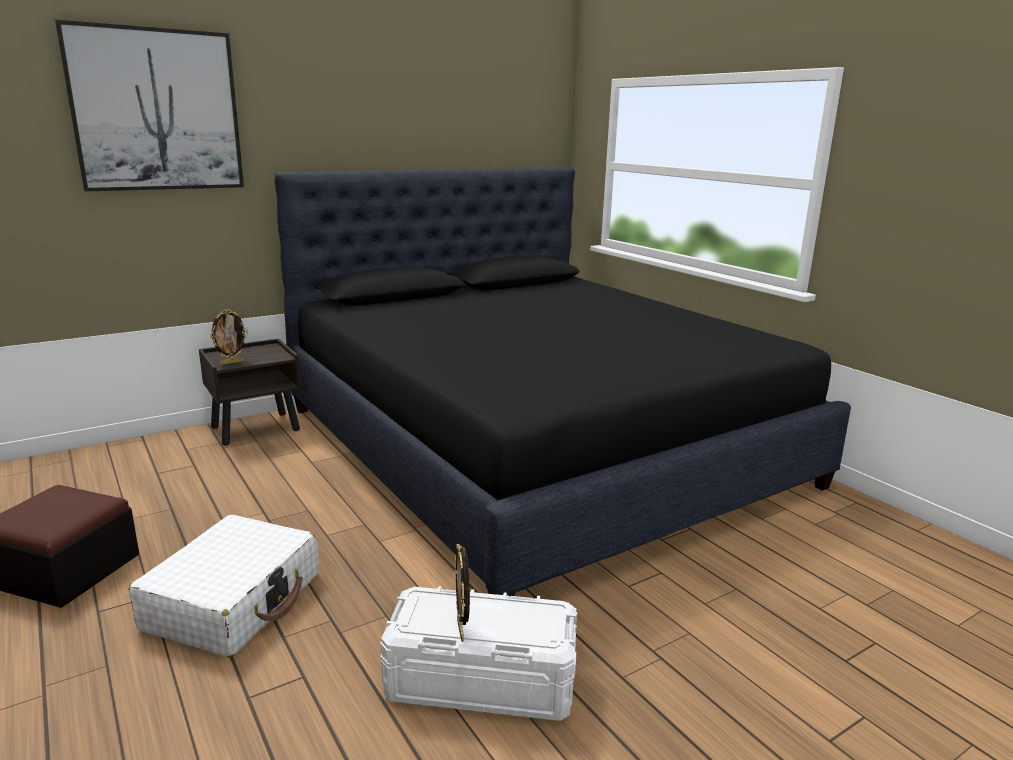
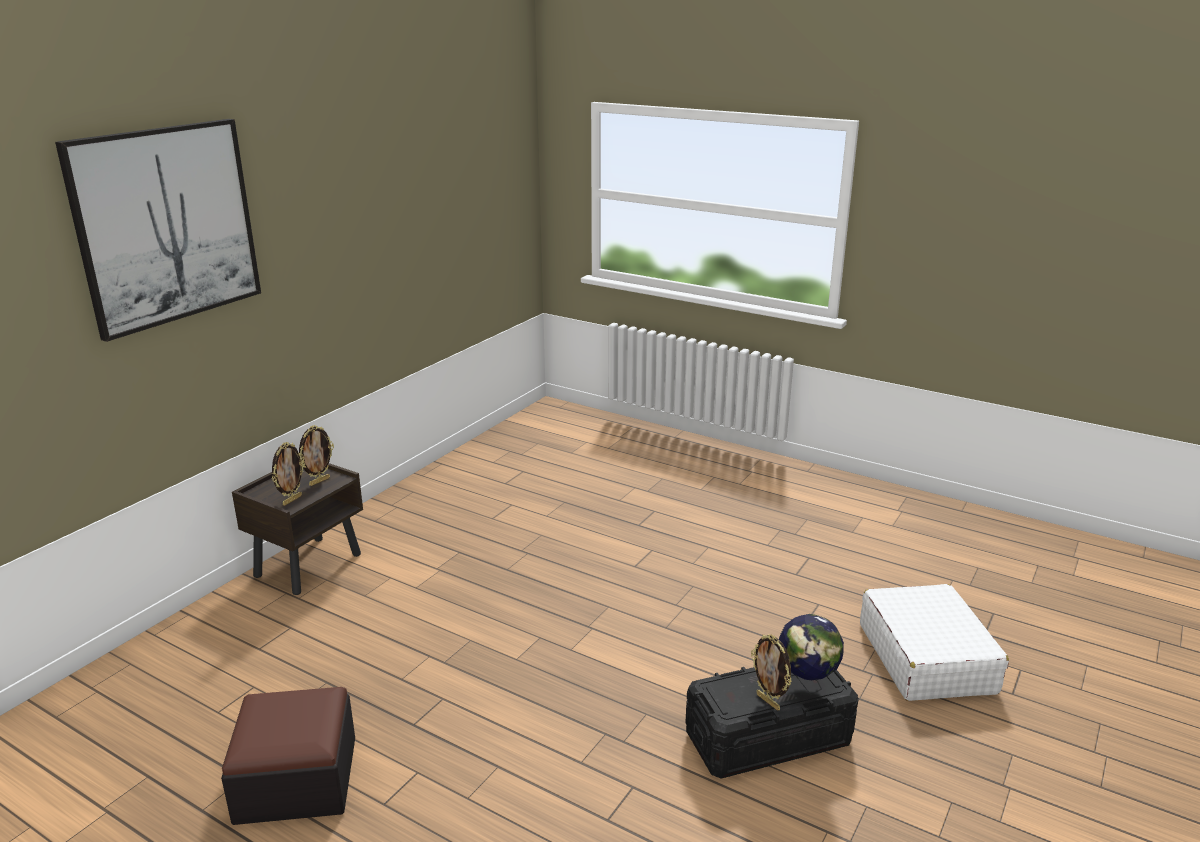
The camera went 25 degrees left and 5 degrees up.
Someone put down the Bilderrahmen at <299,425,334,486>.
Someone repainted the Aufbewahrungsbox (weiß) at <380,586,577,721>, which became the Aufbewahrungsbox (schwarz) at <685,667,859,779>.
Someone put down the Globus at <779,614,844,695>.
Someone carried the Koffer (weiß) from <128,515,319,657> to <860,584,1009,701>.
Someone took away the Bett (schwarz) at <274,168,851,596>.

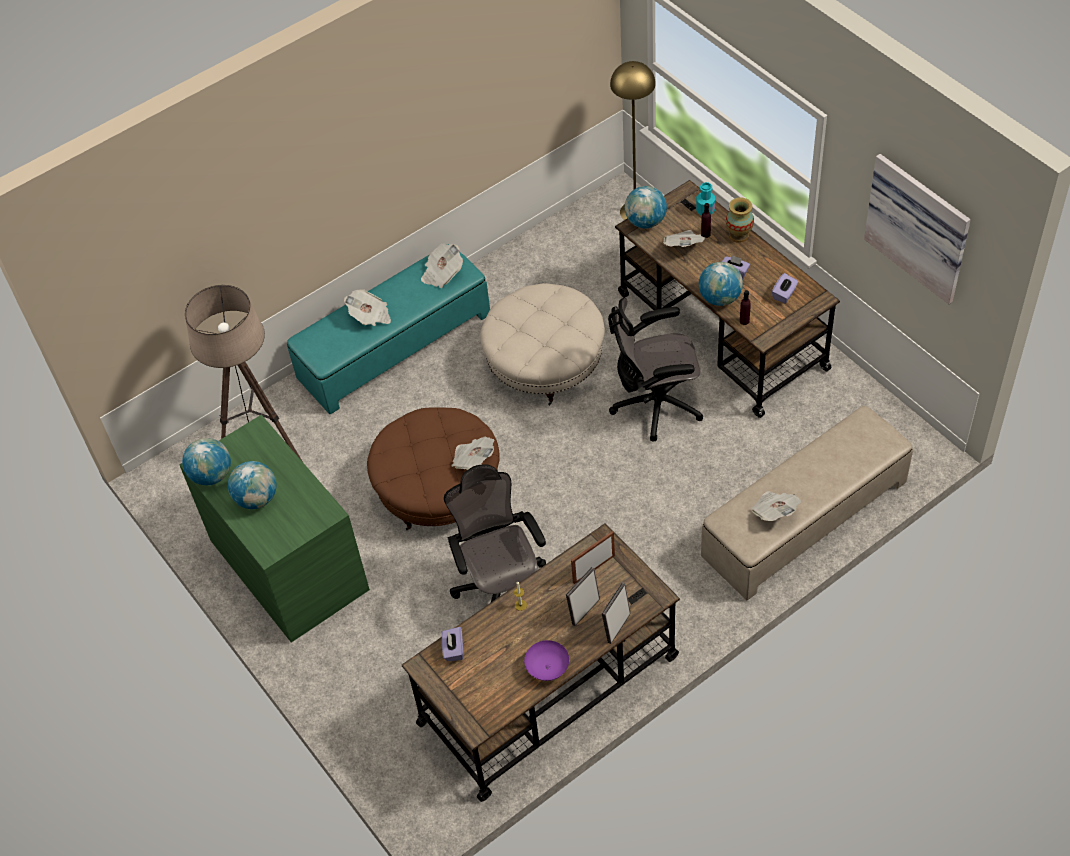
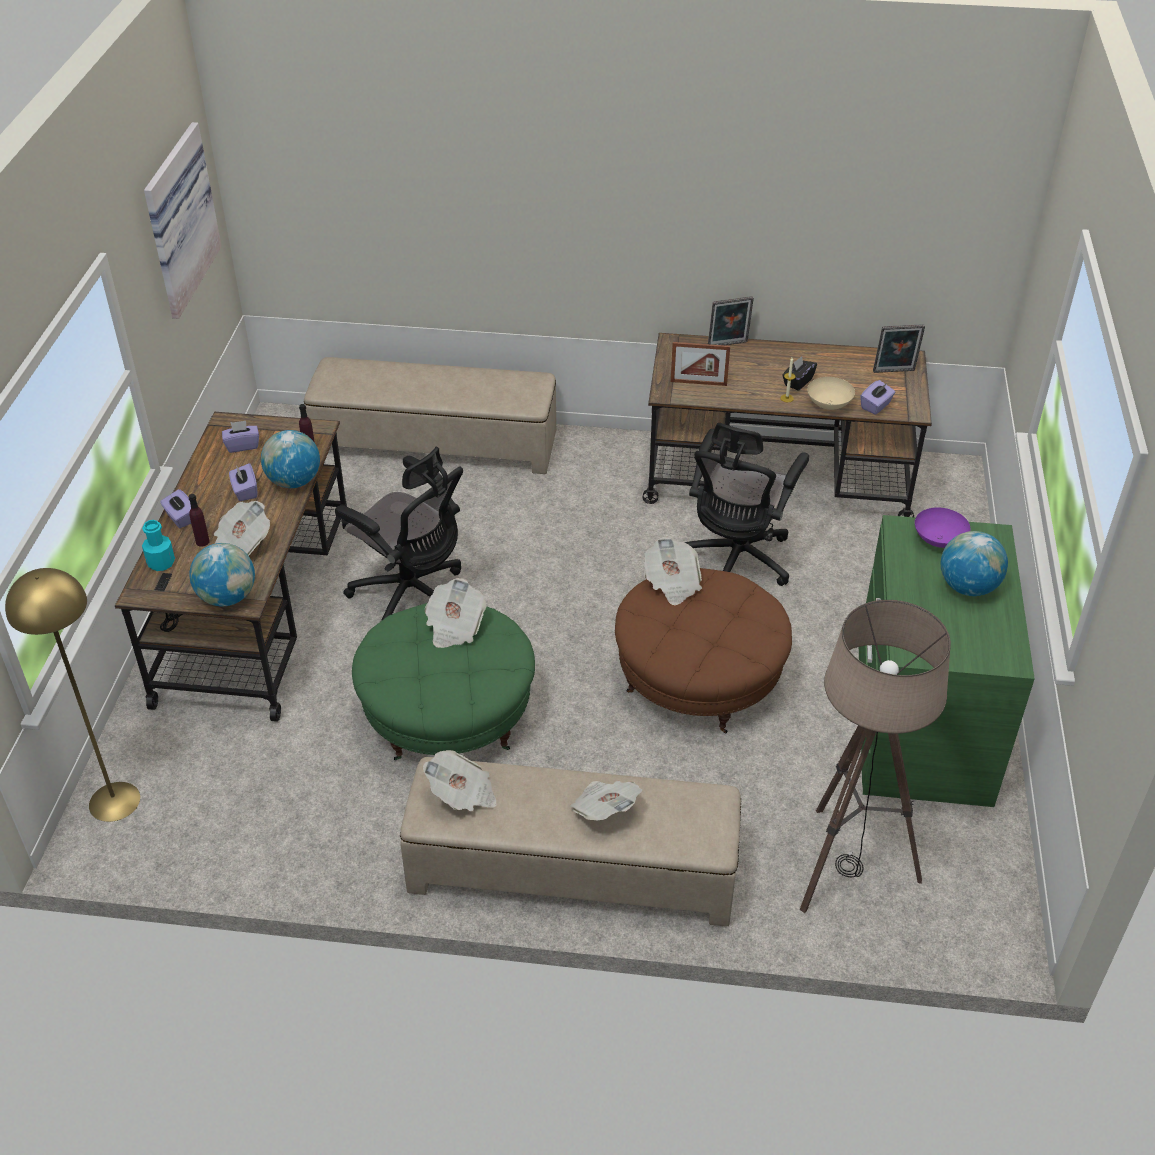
The camera went 140 degrees left and 10 degrees down.
Someone swapped the Vase at <726,197,754,243> for the Taschentuchbox (lila) at <160,489,191,528>.
Someone repainted the Polsterhocker (beige) at <480,283,605,406>, which became the Polsterhocker (grün) at <352,603,535,760>.
Someone repainted the Bank (türkis) at <287,244,490,414>, which became the Bank (beige) at <400,757,741,927>.
Someone carried the Zeitung from <750,491,801,521> to <425,578,486,648>.
Someone put down the Taschentuchbox (schwarz) at <782,356,817,391>.
Someone put down the Schüssel (beige) at <807,377,855,410>.
Someone carried the Bilderrahmen from <566,567,600,626> to <873,324,925,373>.
Someone carried the Schüssel (lila) from <524,640,569,681> to <915,507,970,548>.
Someone took away the Globus at <182,438,231,485>.

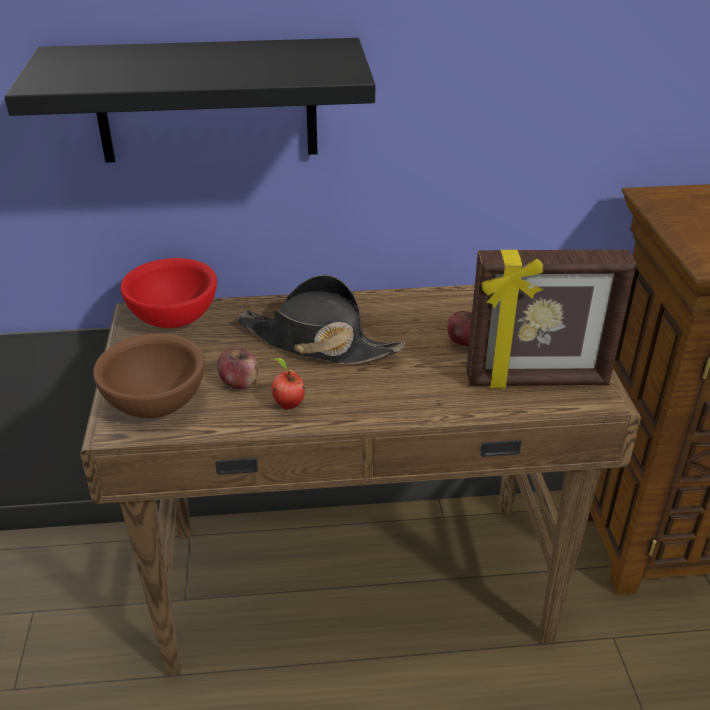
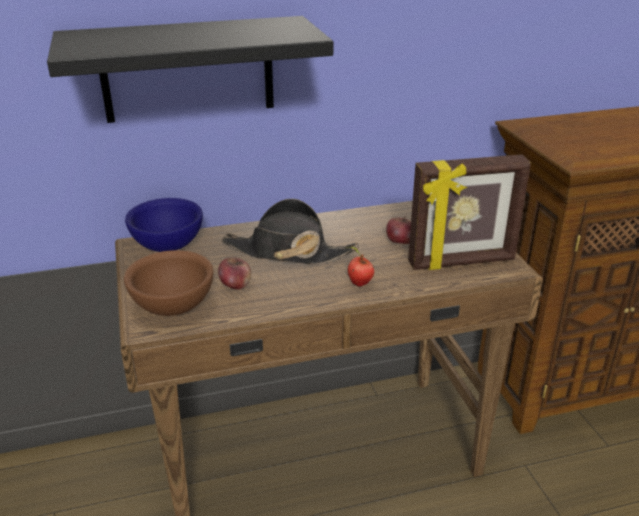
The camera went 10 degrees left and 5 degrees down.
Someone repainted the Schüssel (rot) at <120,258,217,328>, which became the Schüssel (blau) at <125,198,203,252>.
Someone carried the Apfel from <271,358,305,410> to <348,247,374,287>.

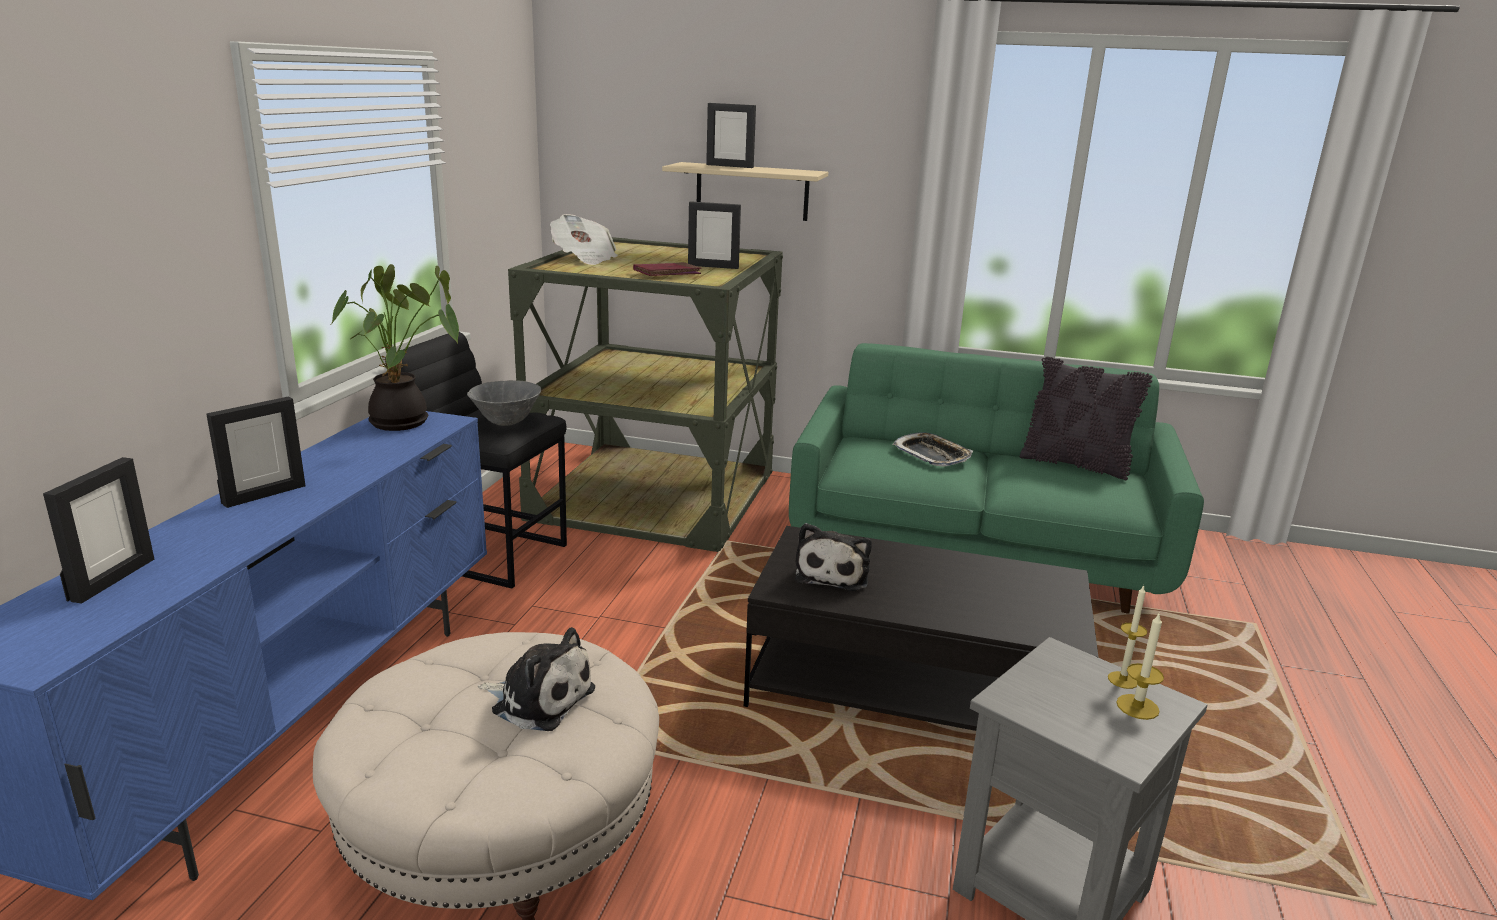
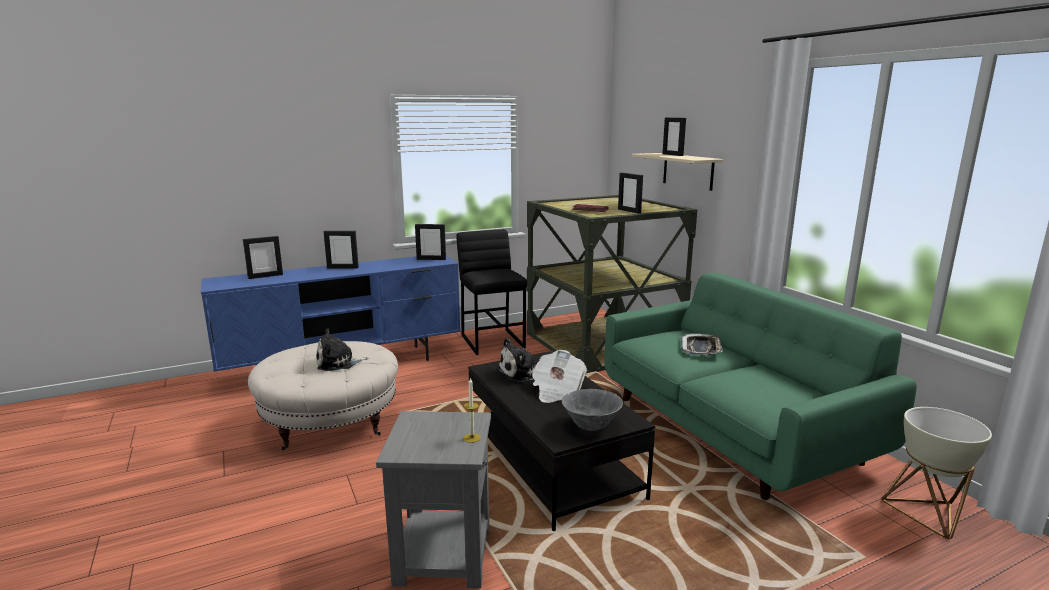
The camera went 50 degrees right and 5 degrees down.
Someone rotated the Plüschtier at <478,627,595,731> by 90 degrees clockwise.
Someone swapped the Topfpflanze at <331,264,459,431> for the Bilderrahmen at <415,224,446,260>.
Someone carried the Zeitung from <550,214,618,265> to <532,350,587,403>.
Someone carried the Schüssel (grau) from <467,380,541,426> to <562,389,623,431>.
Someone put down the Pflanzkübel at <881,407,992,539>.
Someone took away the Kissen (schwarz) at <1019,356,1152,480>.
Someone took away the Kerze at <1116,612,1164,720>.

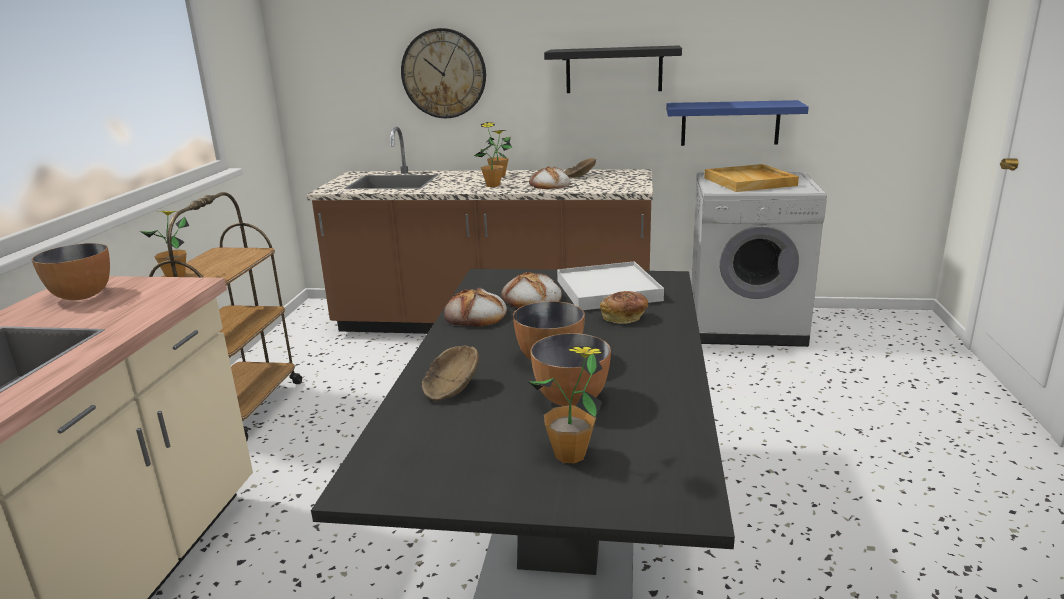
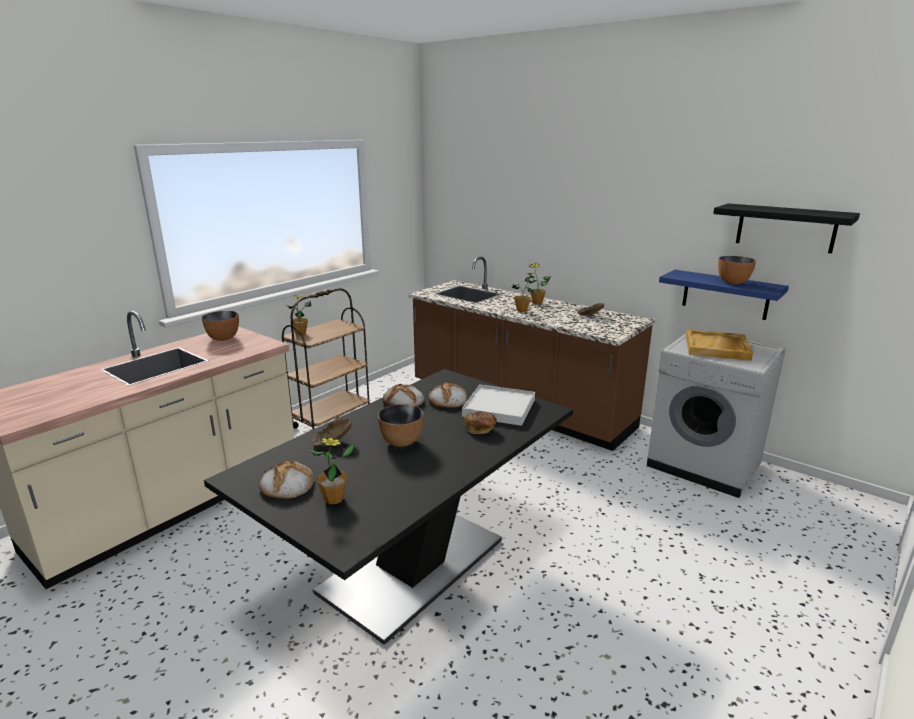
The camera went 30 degrees right and 0 degrees up.
Someone carried the Brot from <529,166,570,189> to <259,460,314,499>.
Someone carried the Wandregal (schwarz) from <544,46,682,93> to <713,203,860,254>.
Someone carried the Schüssel from <530,333,611,406> to <718,256,756,284>.
Someone took away the Wanduhr at <401,28,486,118>.

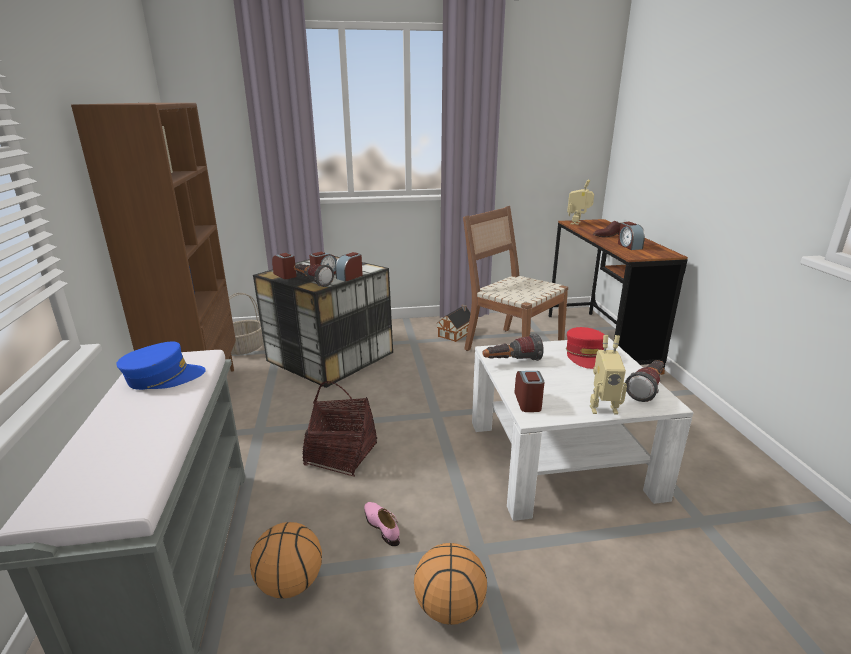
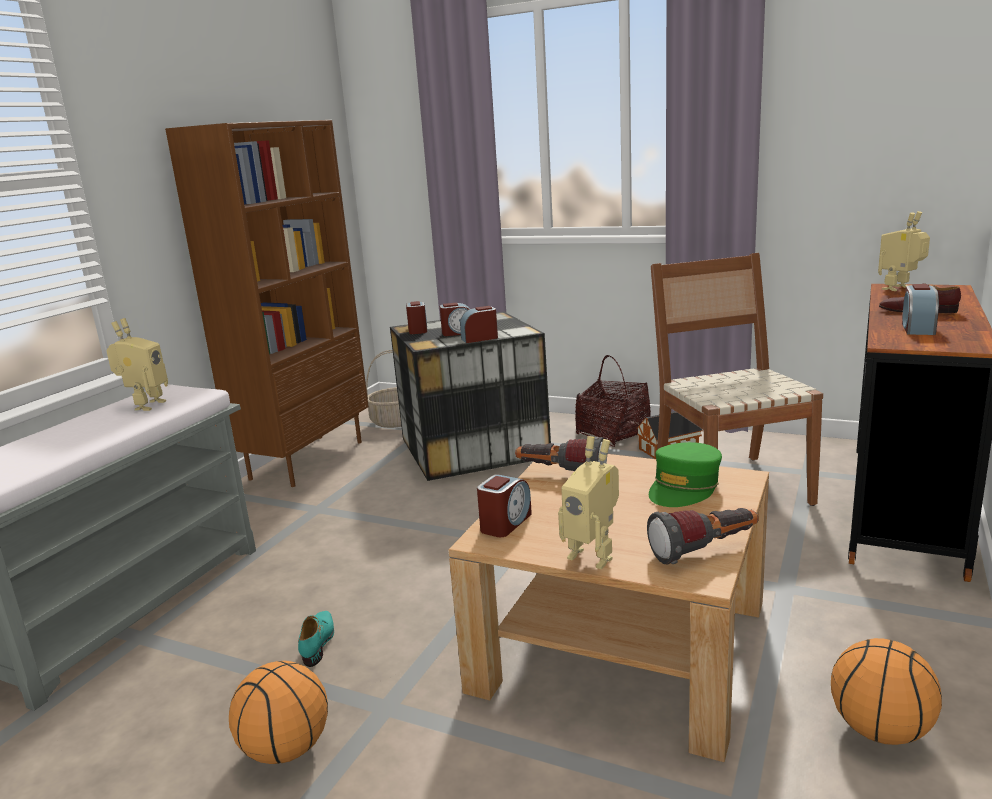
The camera went 35 degrees right and 5 degrees down.
Someone swapped the Kappe (blau) at <116,342,206,390> for the Spielzeugroboter at <106,318,168,411>.
Someone repainted the Schuh (rosa) at <364,502,400,546>, which became the Schuh (türkis) at <298,611,334,667>.
Someone repainted the Couchtisch (weiß) at <472,337,694,521>, which became the Couchtisch (braun) at <448,454,769,762>.
Someone carried the Korb from <302,381,377,477> to <575,355,651,447>.
Someone repainted the Kappe (rot) at <566,327,605,369>, which became the Kappe (grün) at <649,442,722,507>.
Someone carried the Basketball from <250,522,322,599> to <831,638,942,745>.
Someone took away the Taschenlampe at <294,264,334,287>.

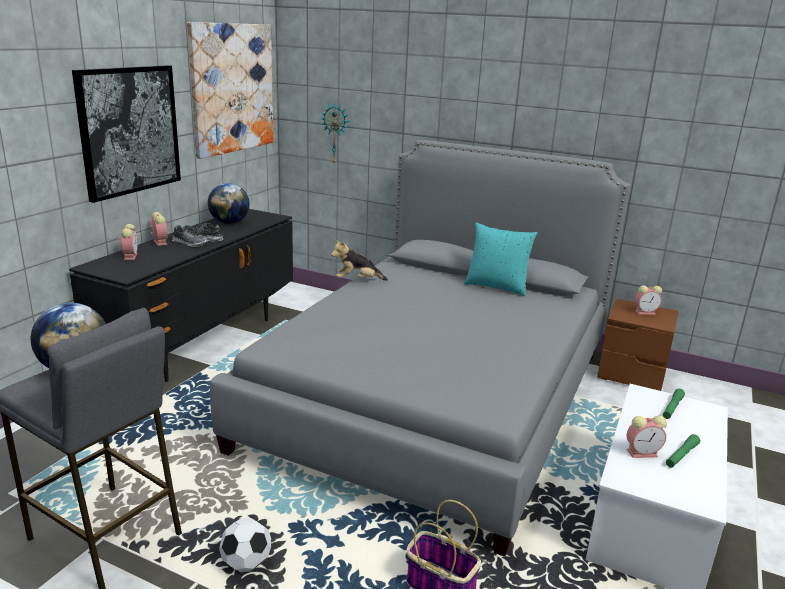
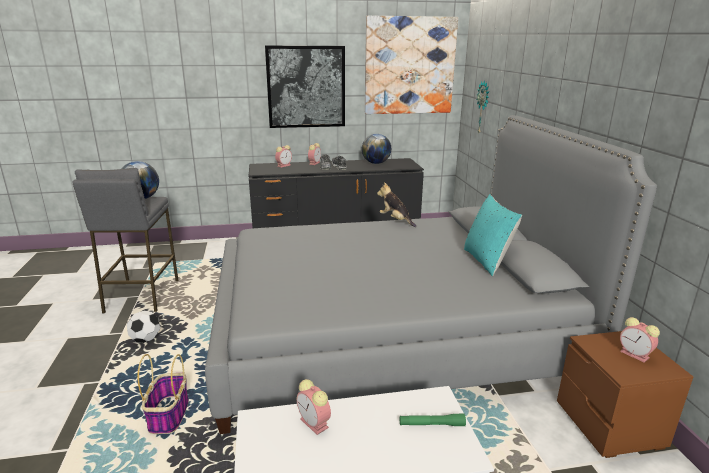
The camera went 55 degrees right and 0 degrees up.
Someone took away the Taschenlampe (grün) at <666,434,700,468>.

